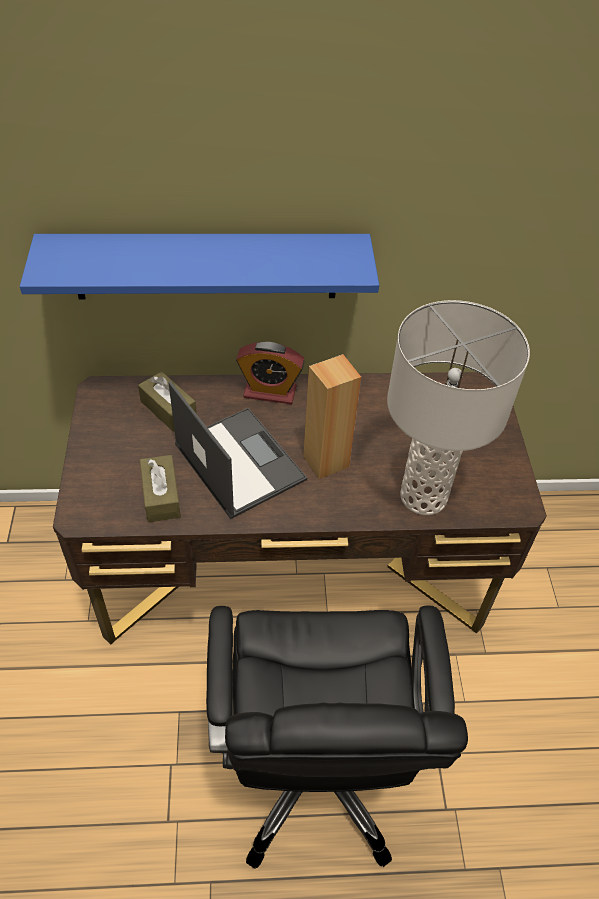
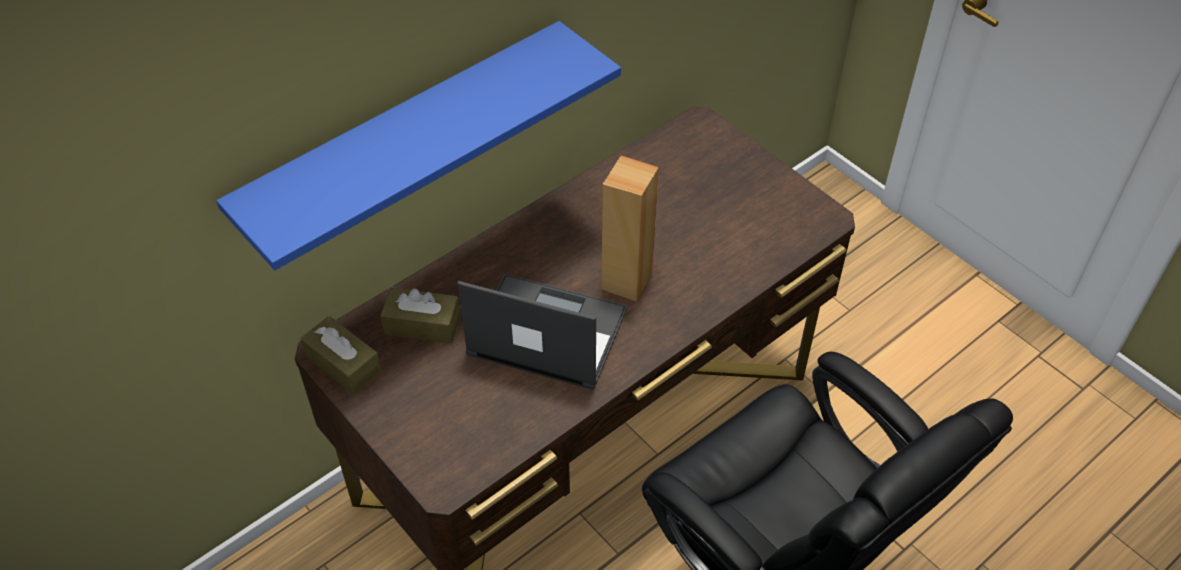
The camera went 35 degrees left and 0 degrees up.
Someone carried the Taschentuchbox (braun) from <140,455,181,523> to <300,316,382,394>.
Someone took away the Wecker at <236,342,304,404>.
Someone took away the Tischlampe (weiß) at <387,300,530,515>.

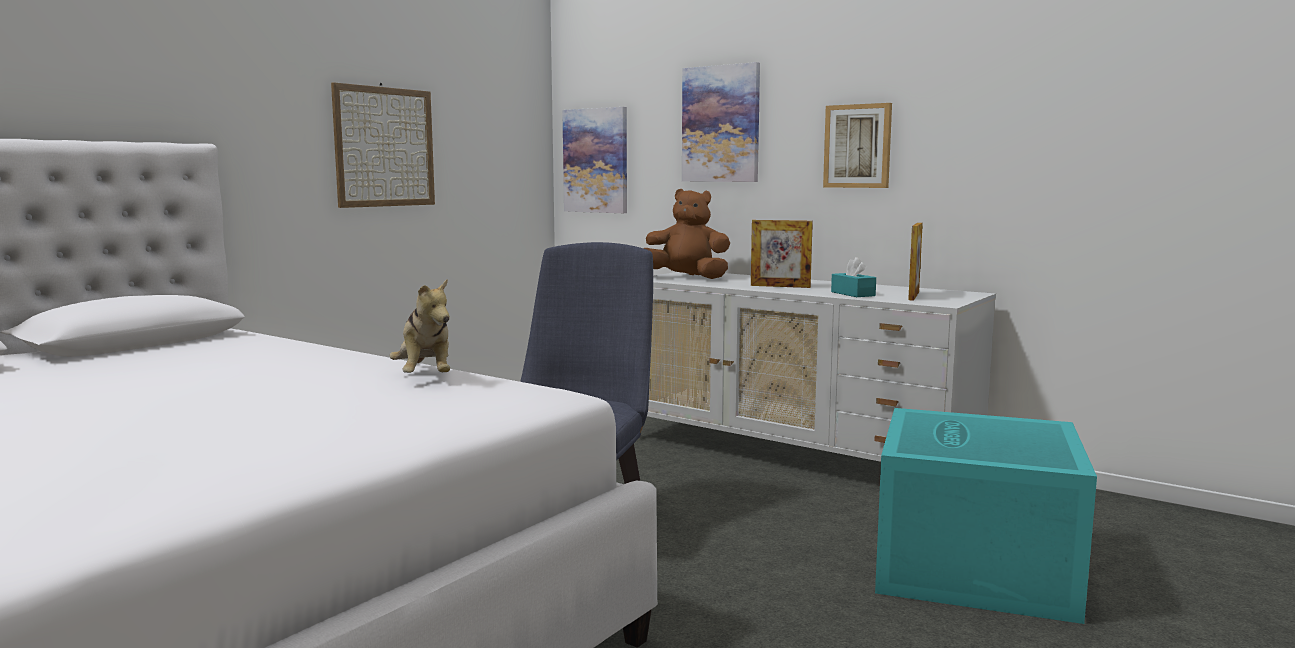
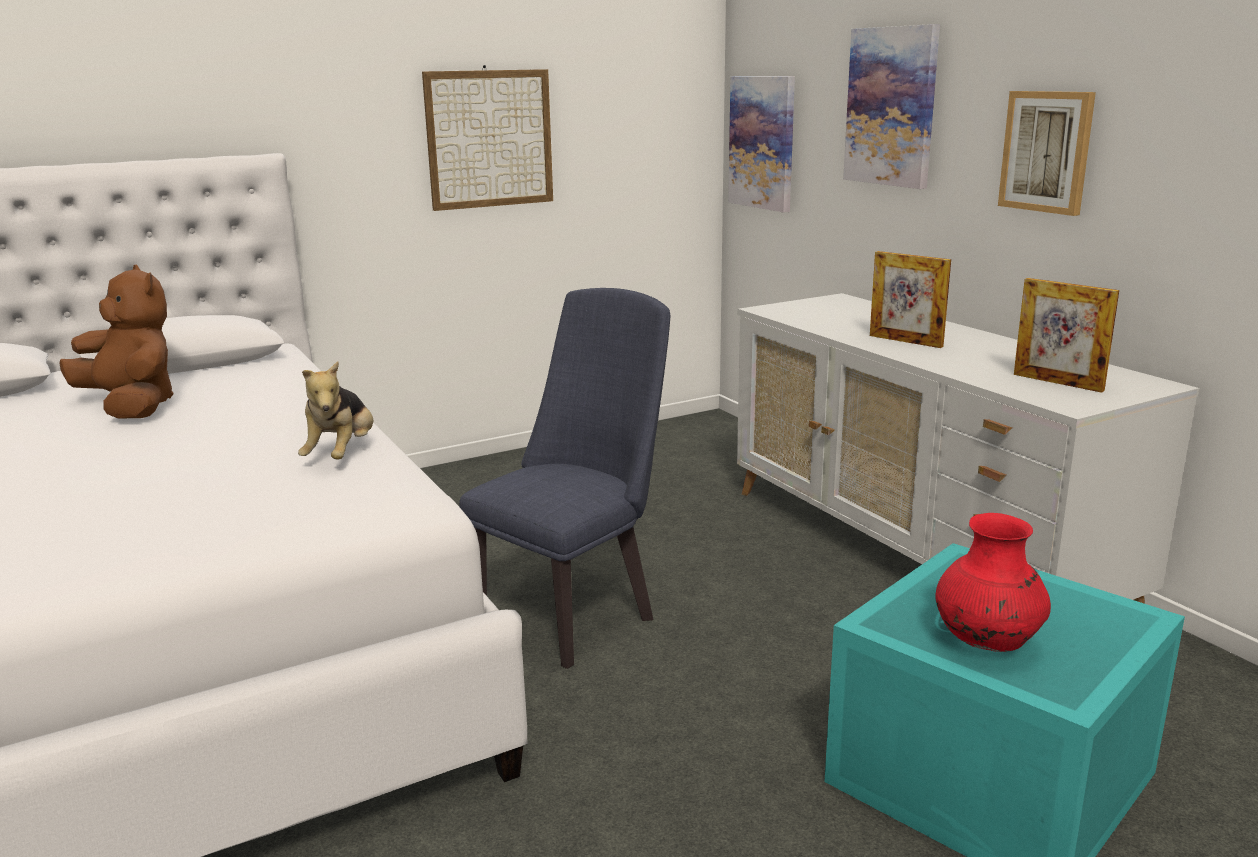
The camera went 25 degrees right and 10 degrees up.
Someone carried the Plüschtier (braun) from <643,189,730,279> to <59,265,174,419>.
Someone put down the Vase (rot) at <936,513,1051,652>.
Someone rotated the Bilderrahmen at <908,223,923,301> by 90 degrees clockwise.
Someone took away the Taschentuchbox (türkis) at <831,257,876,297>.

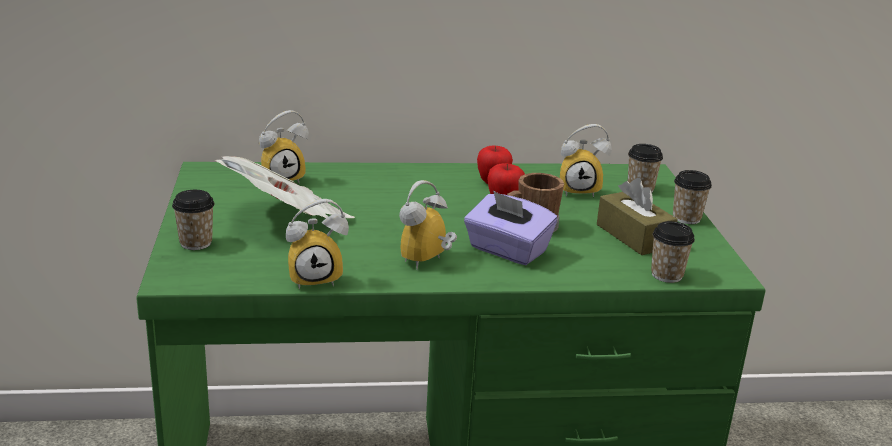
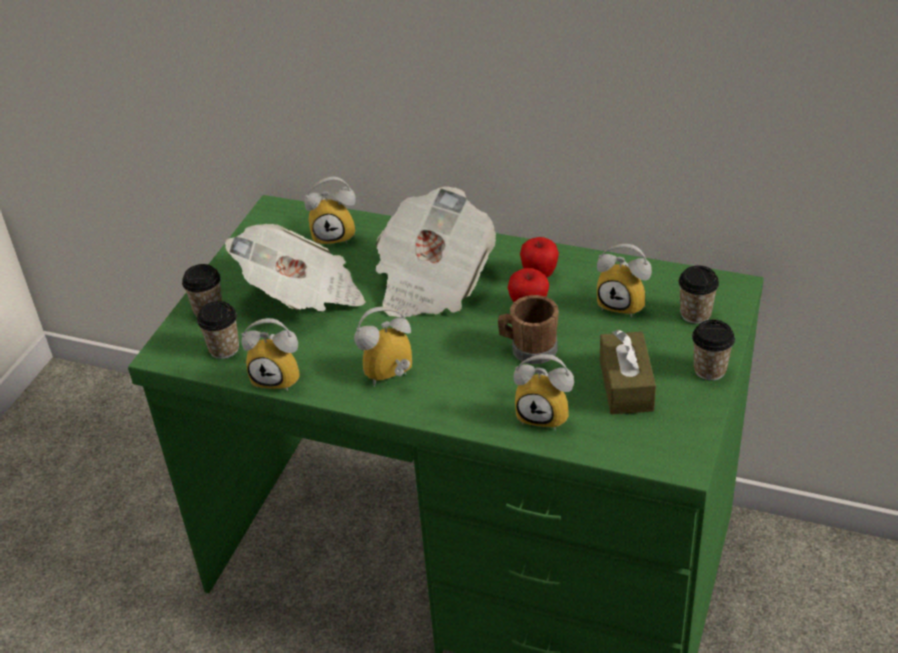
The camera went 30 degrees right and 15 degrees up.
Someone carried the Tasse from <651,221,695,283> to <197,301,239,359>.
Someone put down the Zeitung at <375,186,496,317>.
Someone put down the Wecker at <514,354,574,430>.
Someone took away the Taschentuchbox (lila) at <464,191,558,265>.

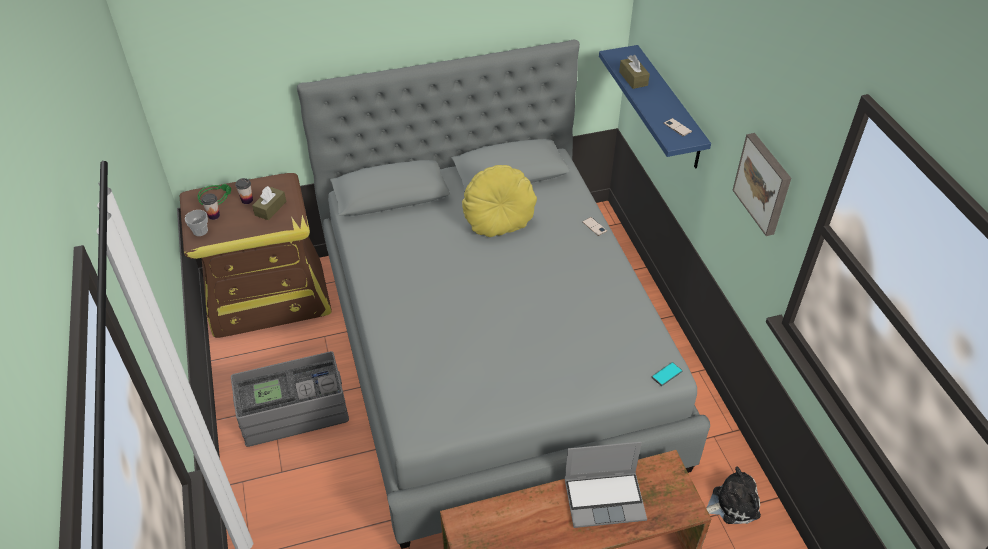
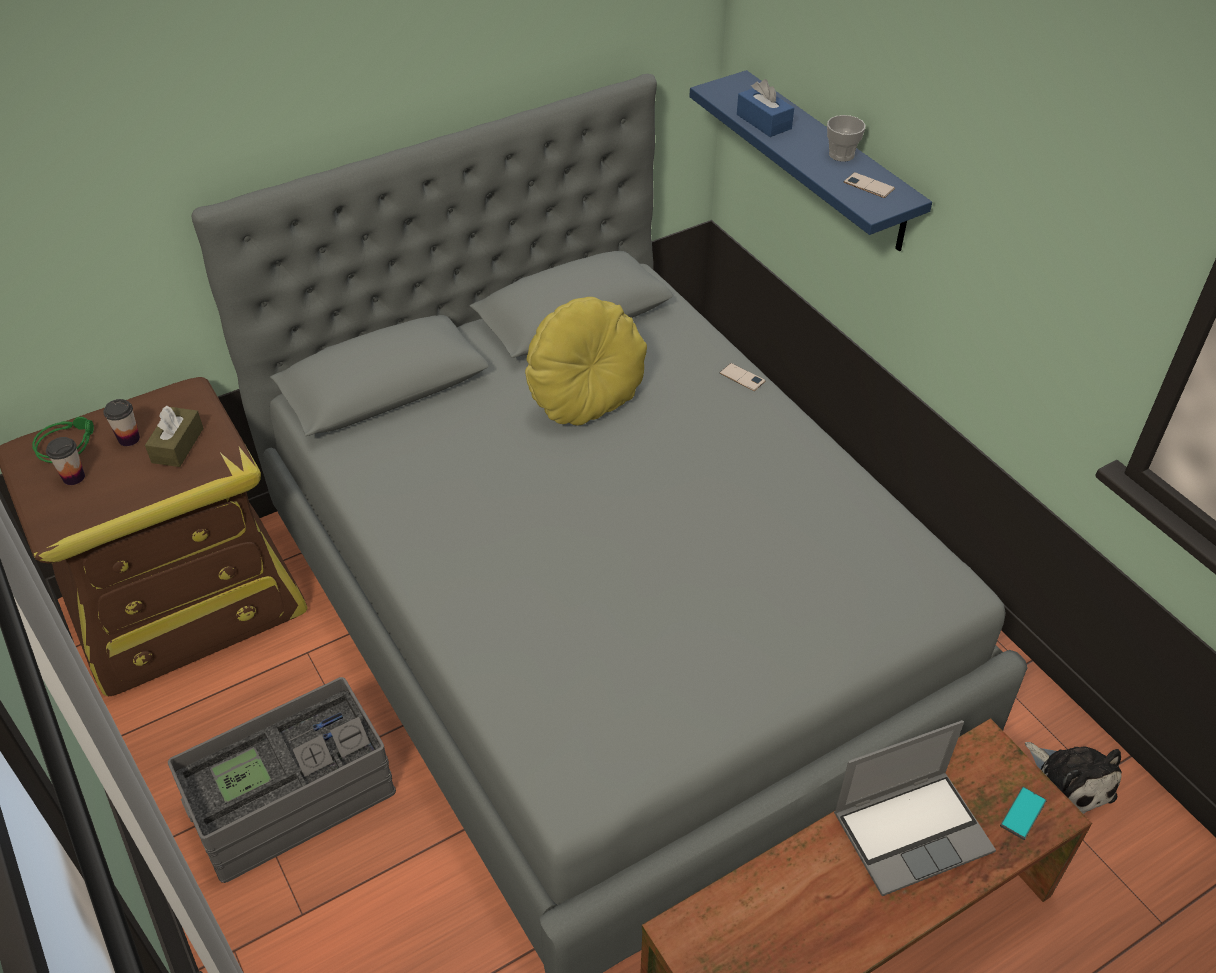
The camera went 15 degrees left and 0 degrees up.
Someone repainted the Taschentuchbox (braun) at <619,55,650,89>, which became the Taschentuchbox (blau) at <737,79,794,137>.
Someone carried the Tasse from <185,210,208,236> to <827,115,865,162>.
Someone carried the Handy from <651,362,683,386> to <1000,787,1047,840>.
Someone rotated the Plüschtier at <706,467,761,524> by 90 degrees clockwise.
Someone took away the Bild at <733,133,791,236>.

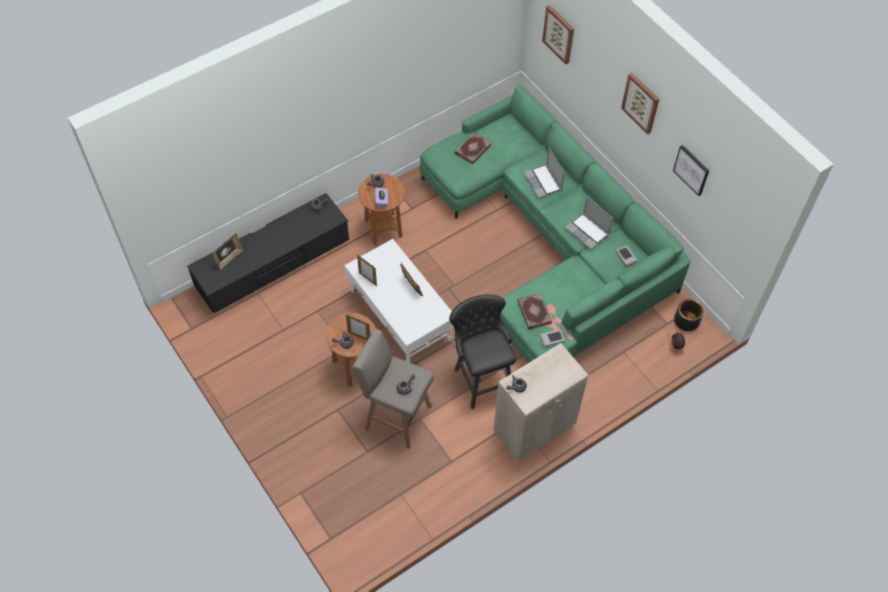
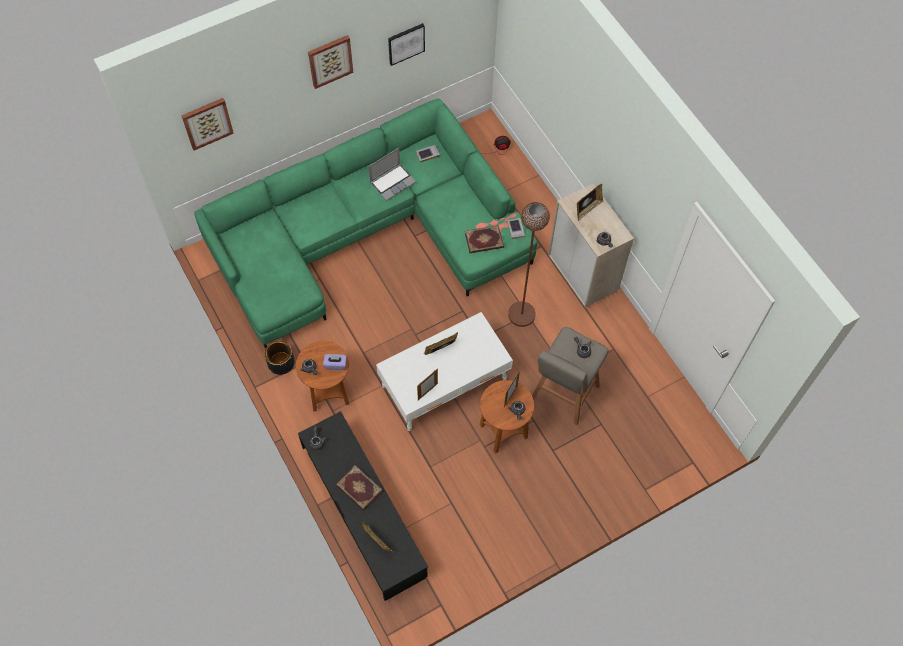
The camera went 85 degrees left and 5 degrees up.
Someone carried the Pflanzkübel (schwarz) from <674,299,704,331> to <265,341,295,375>.
Someone carried the Buch from <455,132,492,164> to <336,465,383,510>.
Someone swapped the Hocker (schwarz) at <449,294,516,409> for the Stehlampe (braun) at <508,202,550,327>.
Someone put down the Bilderrahmen at <577,184,603,221>.
Someone took away the Laptop at <524,148,565,198>.

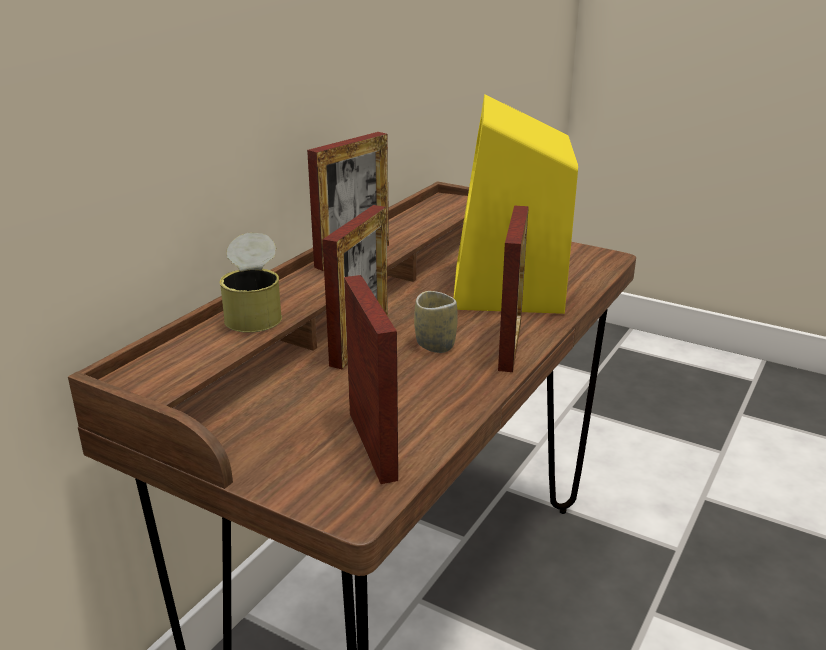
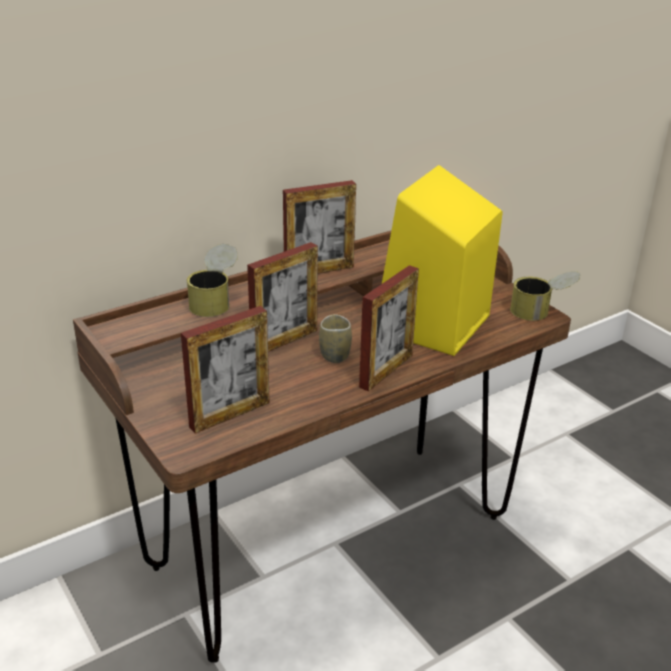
The camera went 25 degrees right and 5 degrees up.
Someone rotated the Bilderrahmen at <344,275,398,484> by 45 degrees clockwise.
Someone put down the Dose at <510,271,580,321>.

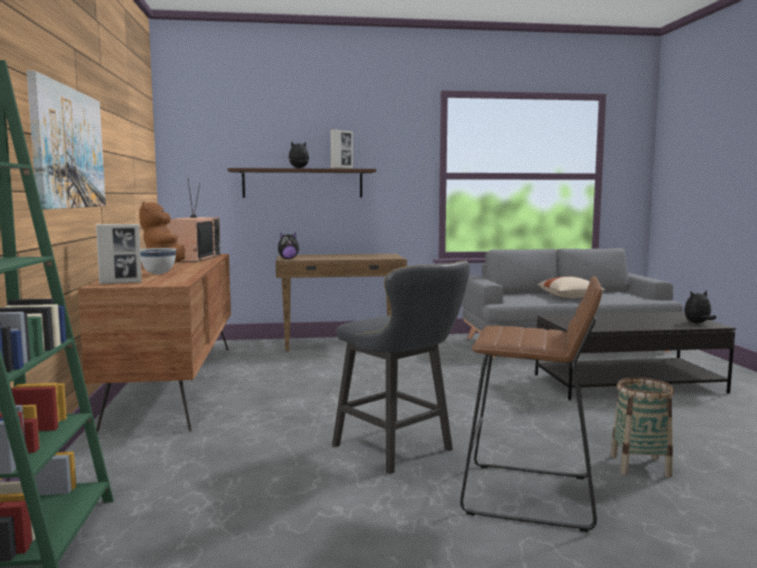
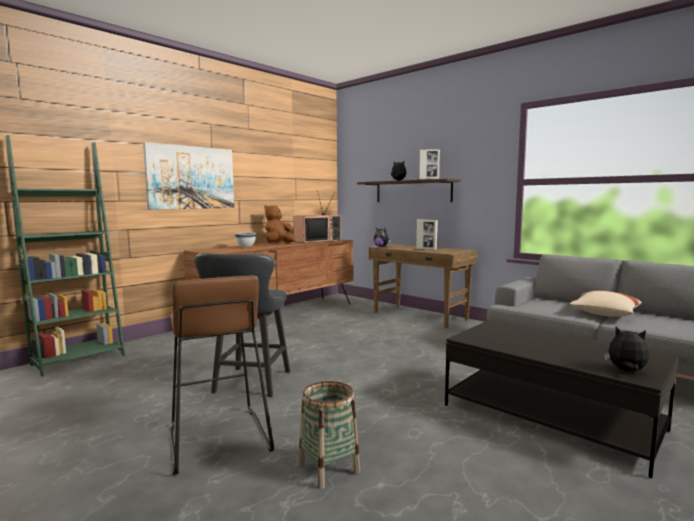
The camera went 50 degrees right and 0 degrees up.
Someone carried the Bilderrahmen from <96,224,142,284> to <416,219,438,250>.

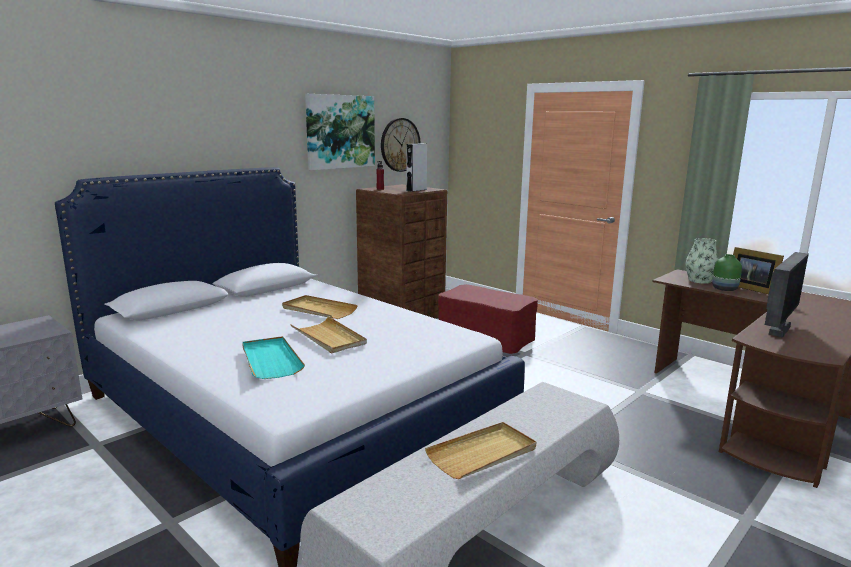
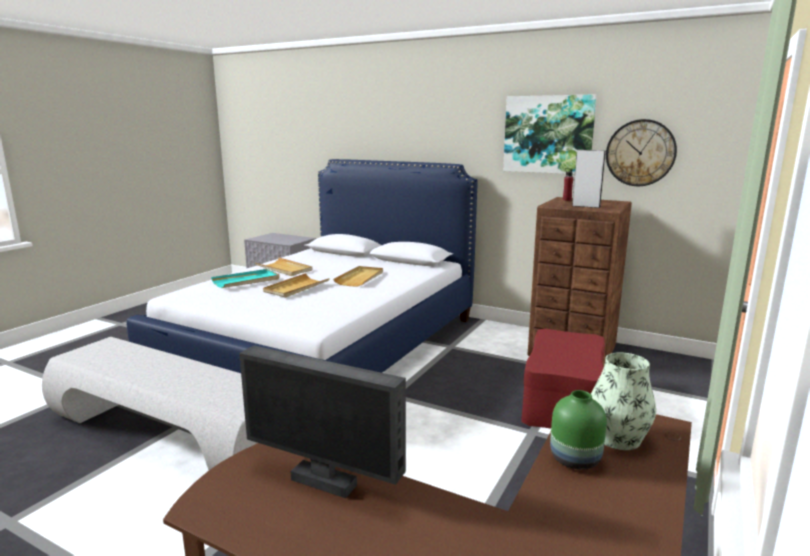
The camera went 75 degrees right and 0 degrees up.
Someone carried the Tablett (beige) from <425,422,536,479> to <255,257,312,276>.
Someone took away the Bilderrahmen at <733,247,784,294>.

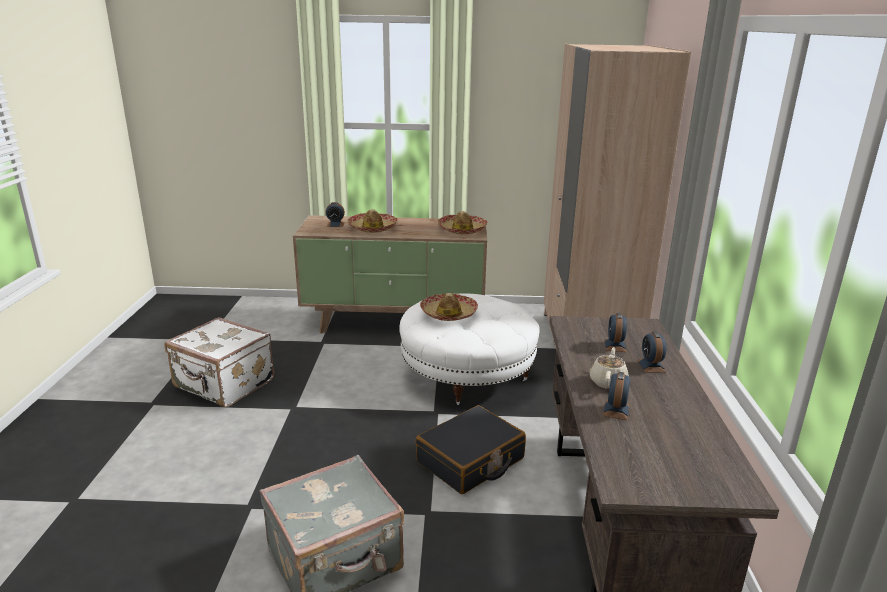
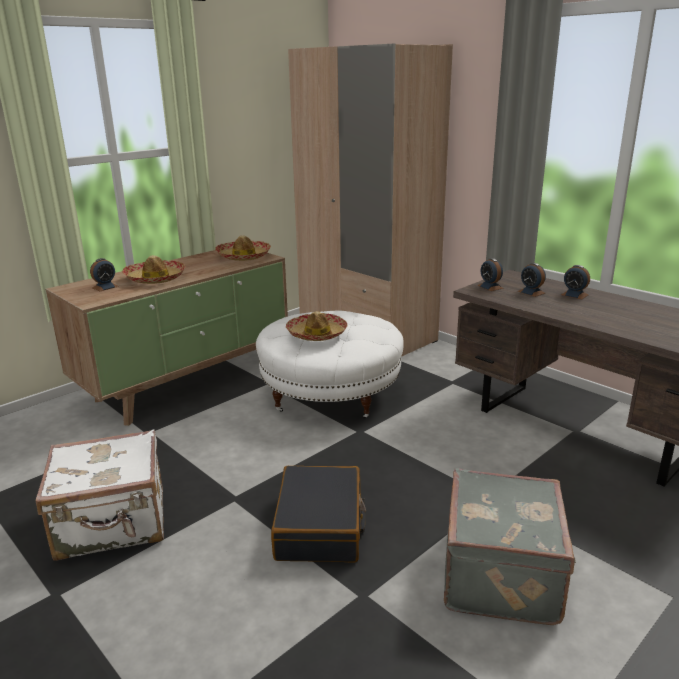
The camera went 45 degrees left and 0 degrees up.
Someone carried the Koffer (schwarz) from <416,405,526,494> to <271,466,366,562>.
Someone carried the Wecker from <603,372,630,420> to <477,258,504,291>.
Someone took away the Teekanne (beige) at <590,347,629,389>.

